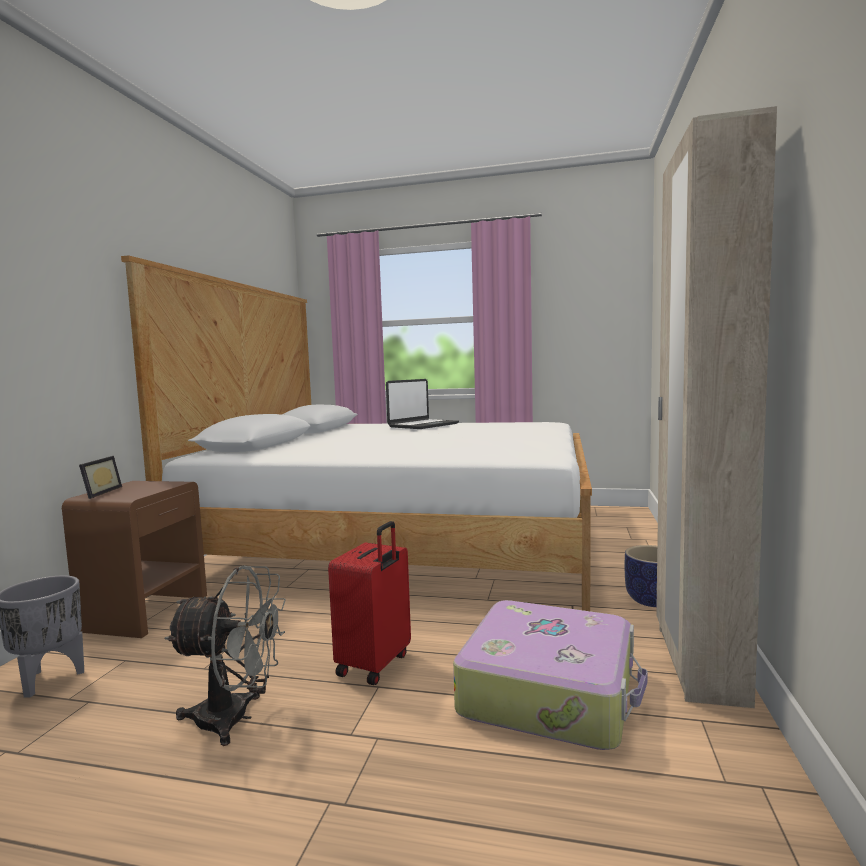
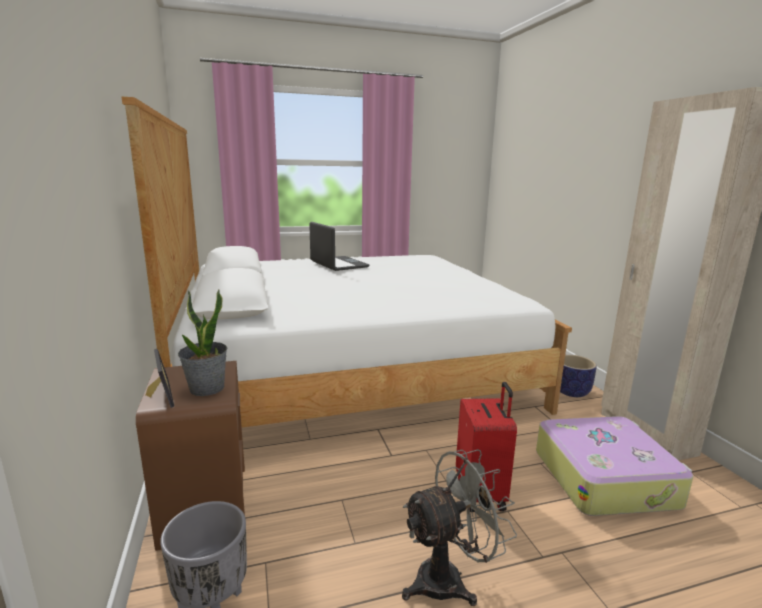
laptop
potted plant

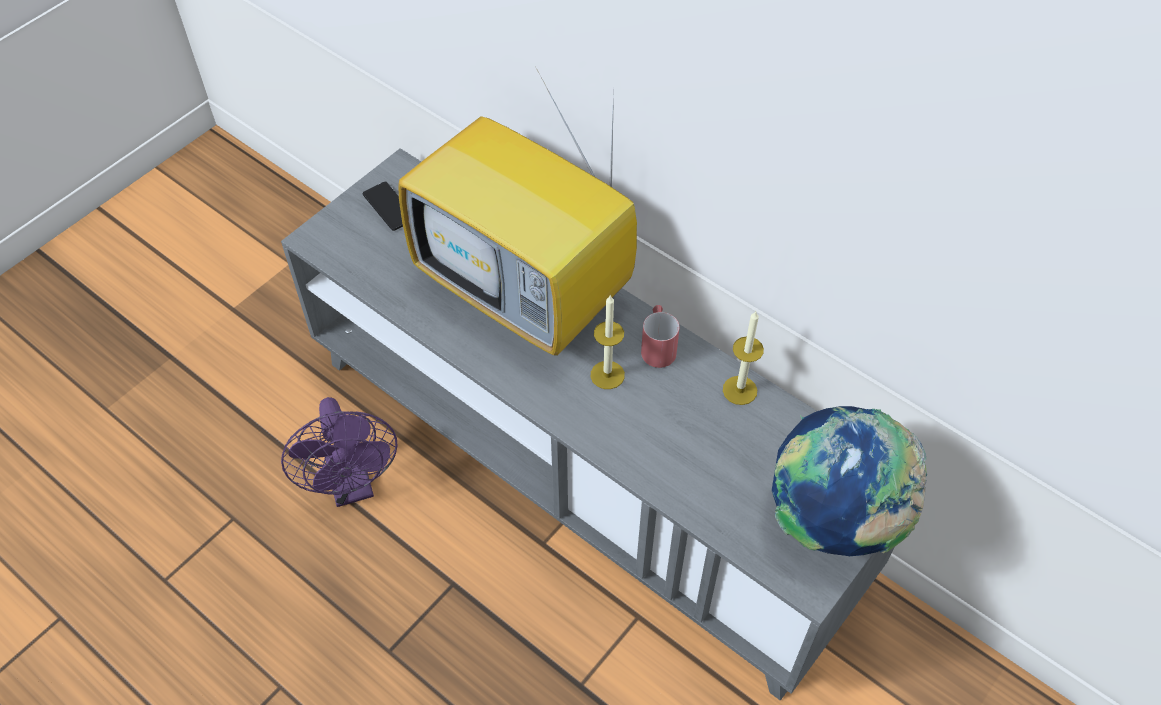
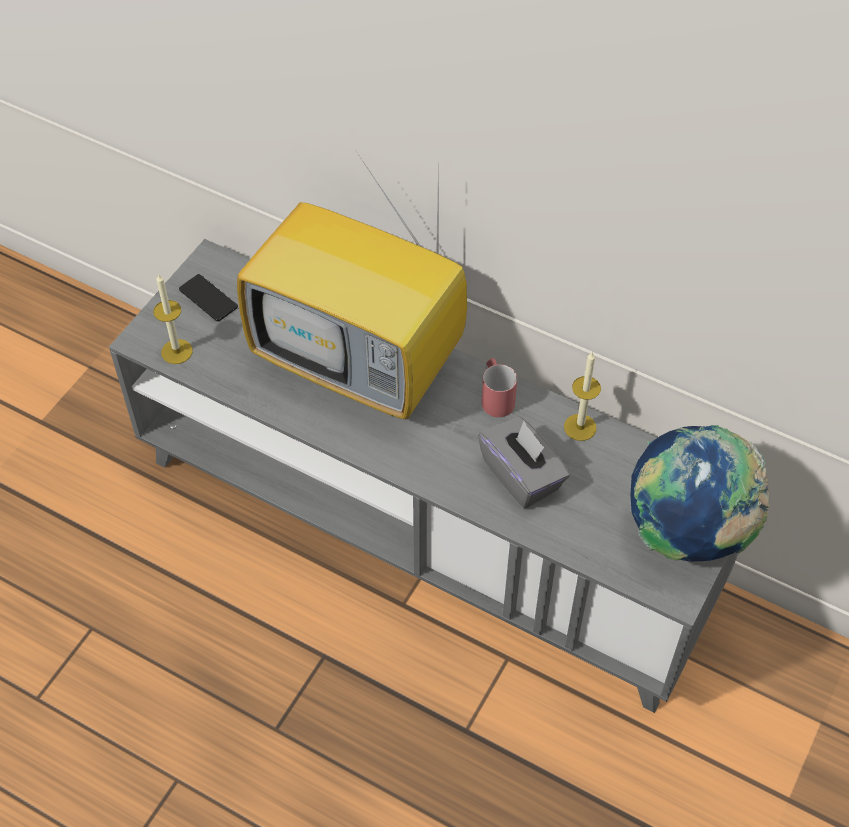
candle (no. 1 from left)
purple fan
grey tissue box

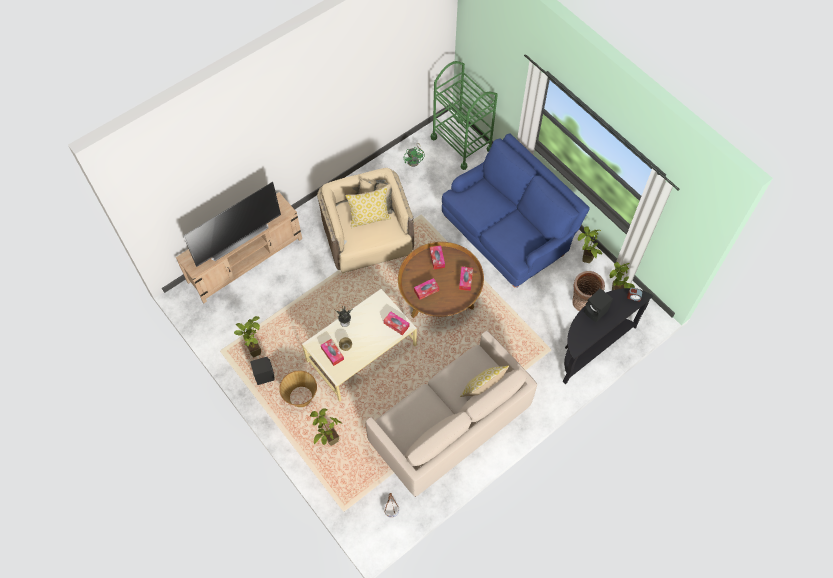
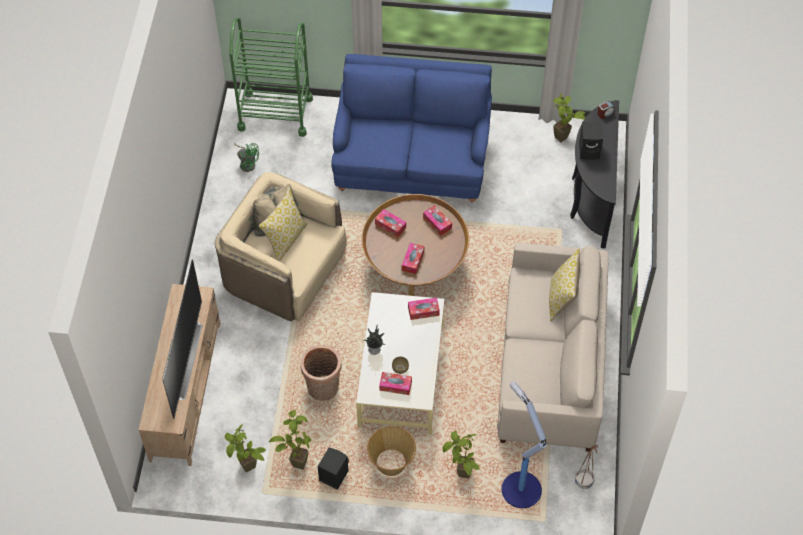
potted plant (no. 1 from left)
basket (no. 1 from left)
floor lamp

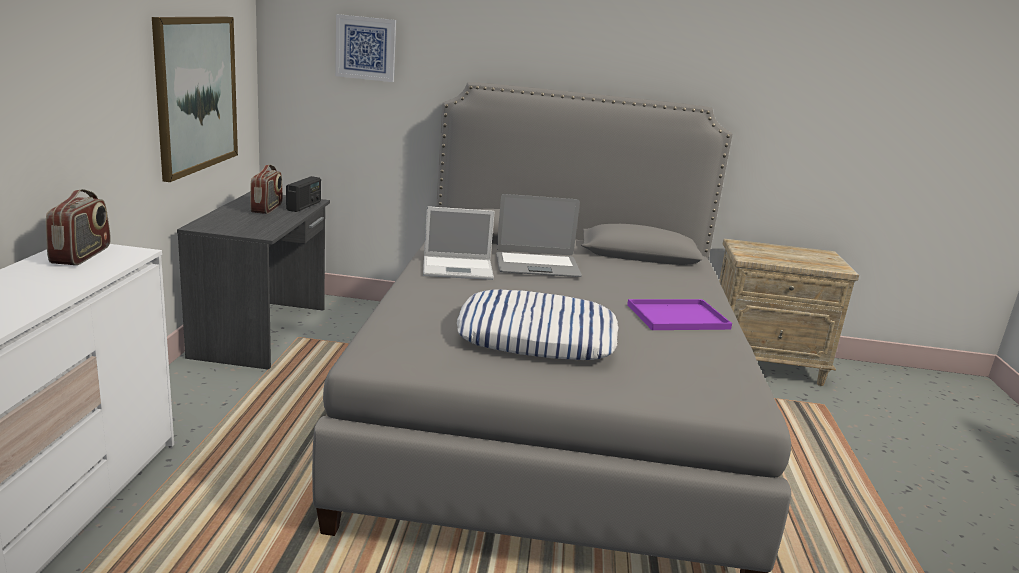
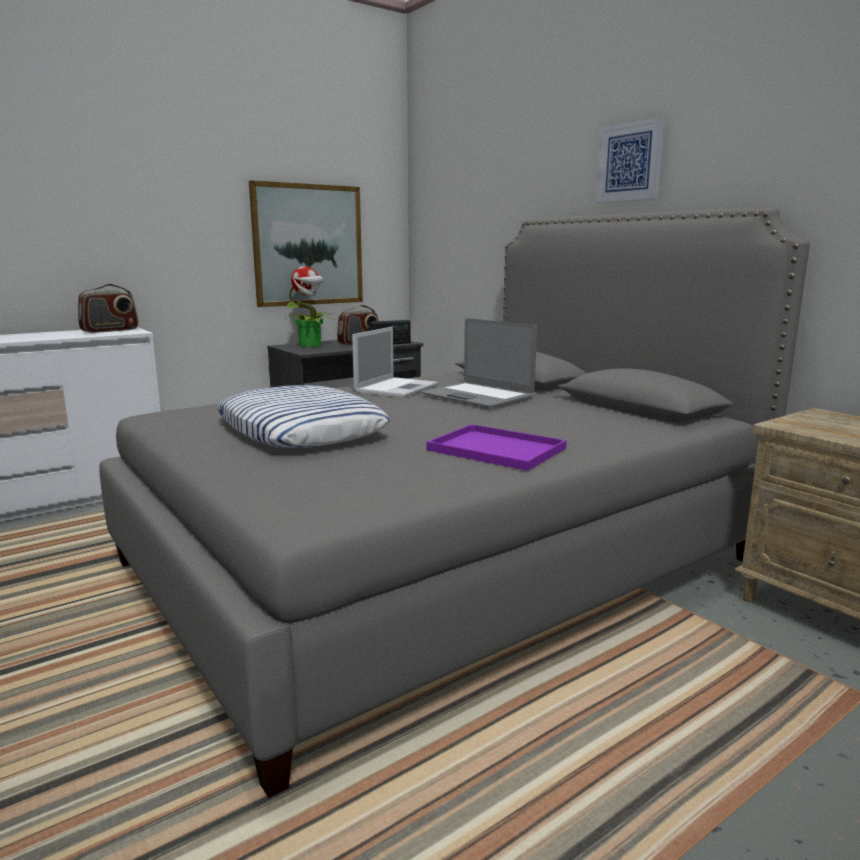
picture (no. 2 from left)
laptop (no. 1 from left)
potted plant

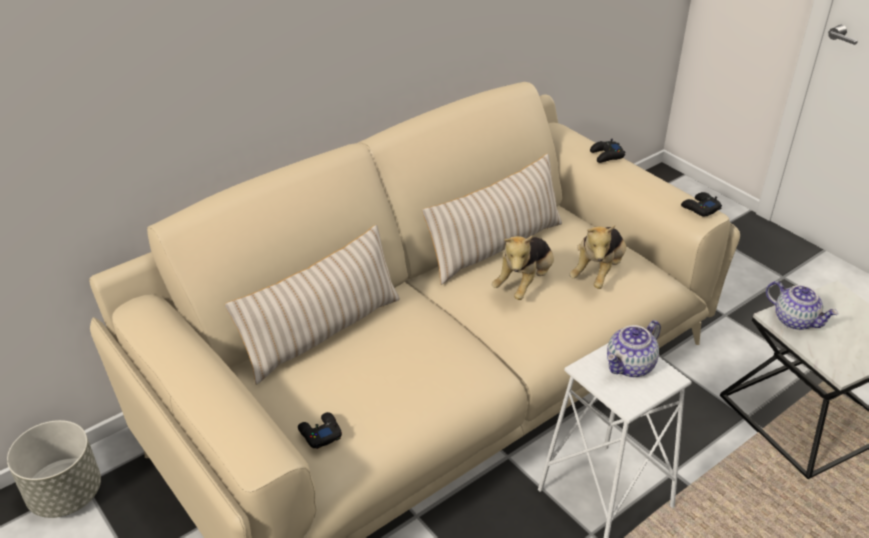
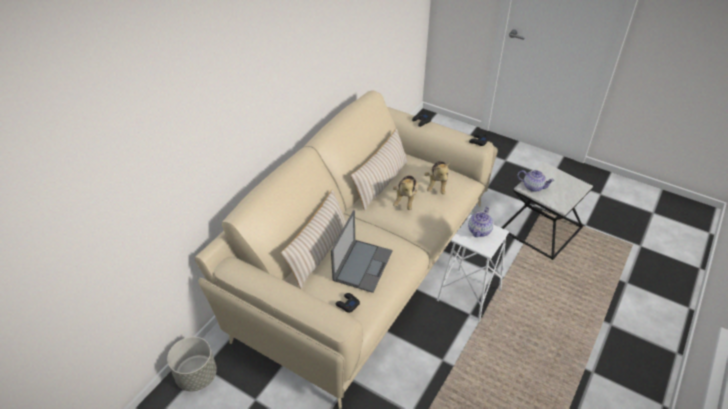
laptop

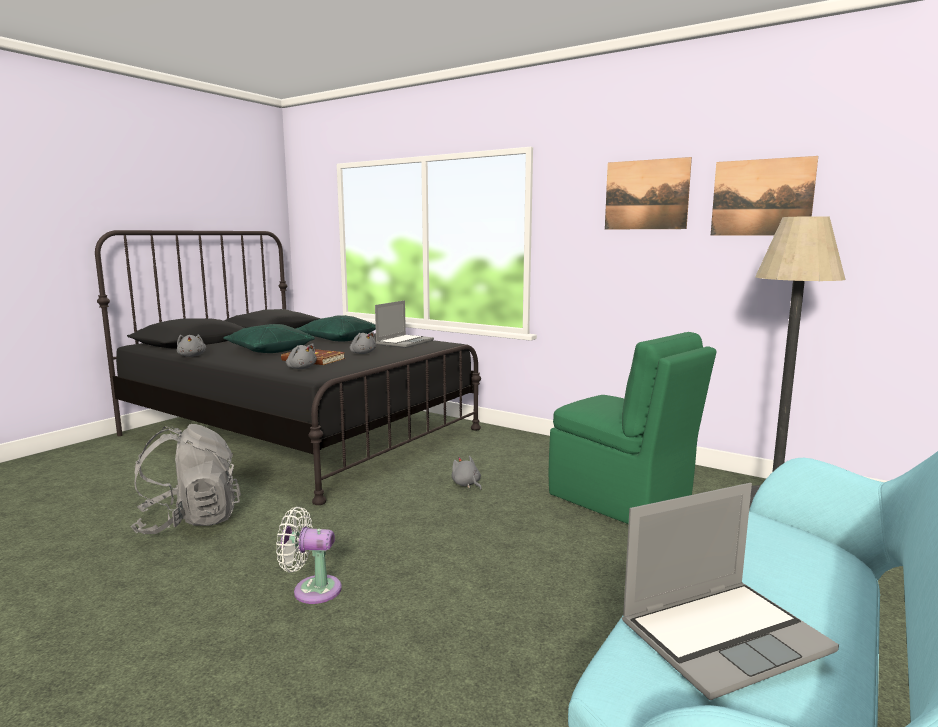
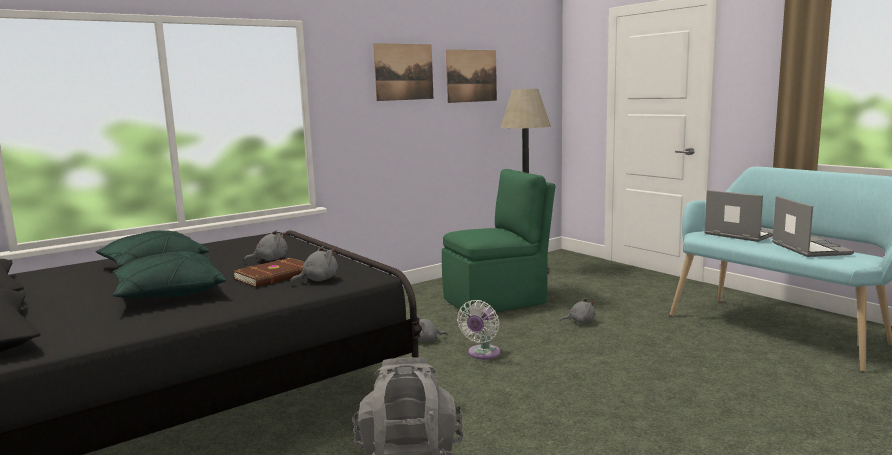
laptop (no. 1 from left)
grey plush toy (no. 4 from left)
white fan

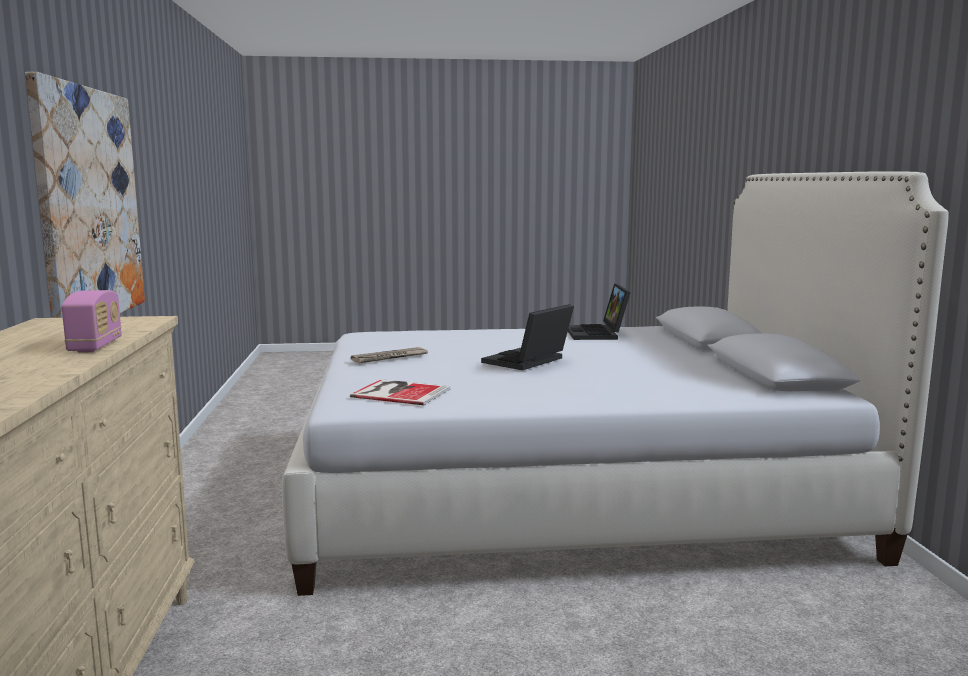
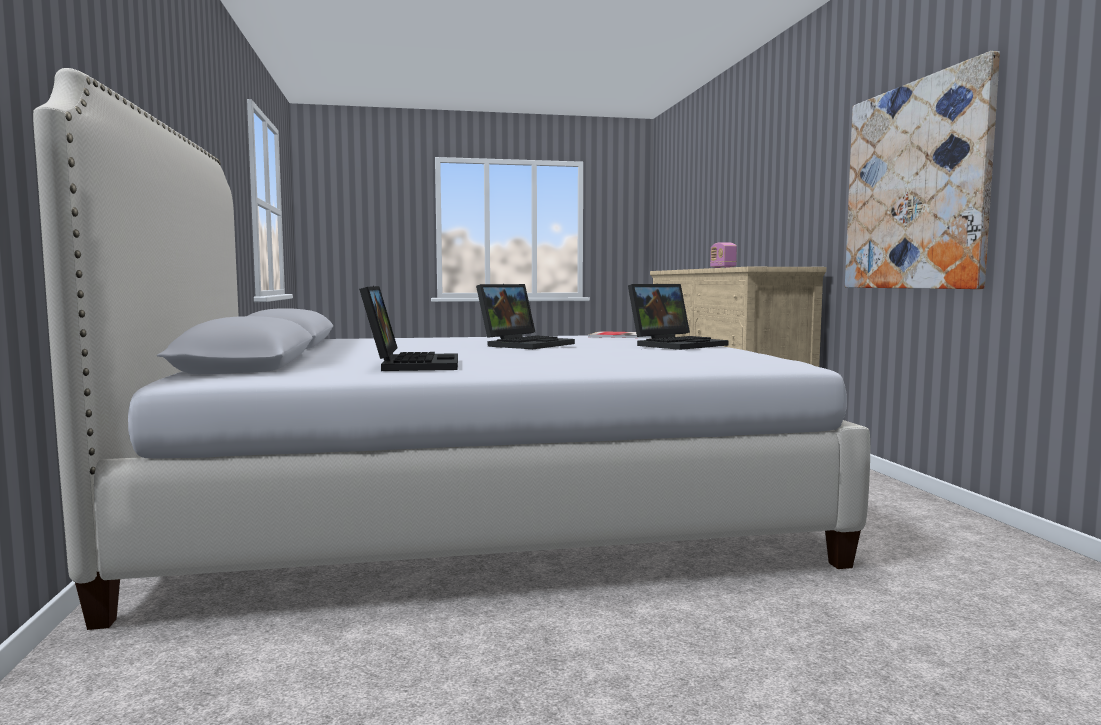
laptop (no. 3 from left)

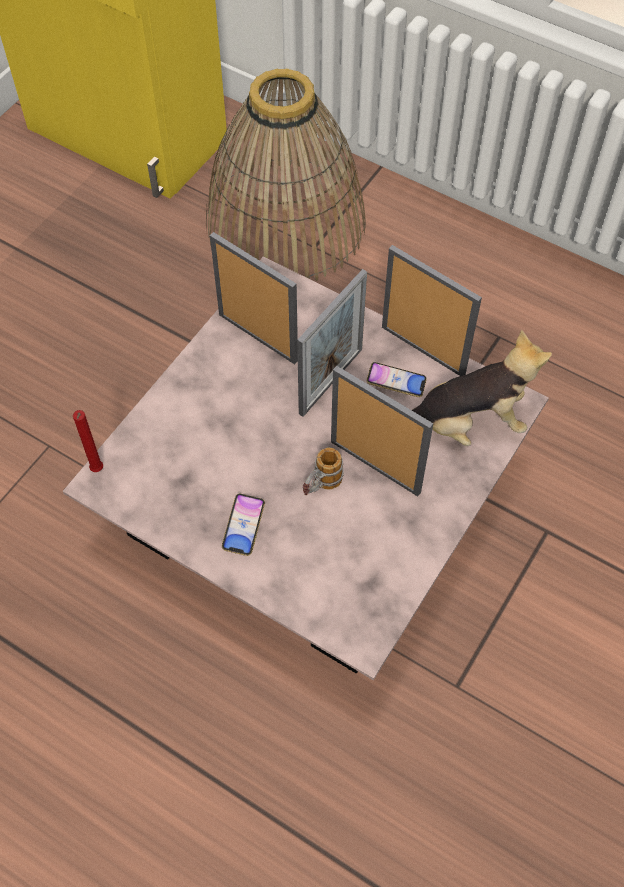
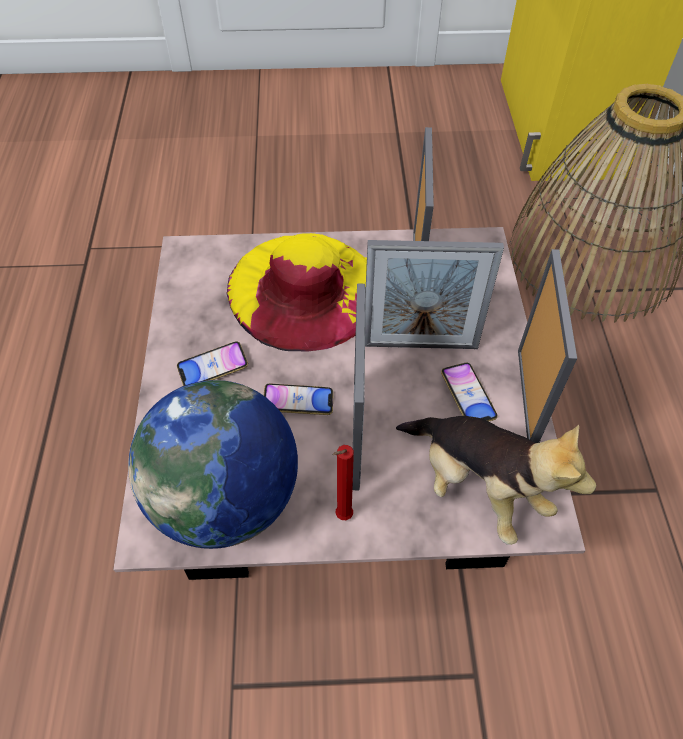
red candle
phone (no. 2 from left)
yellow hat
globe

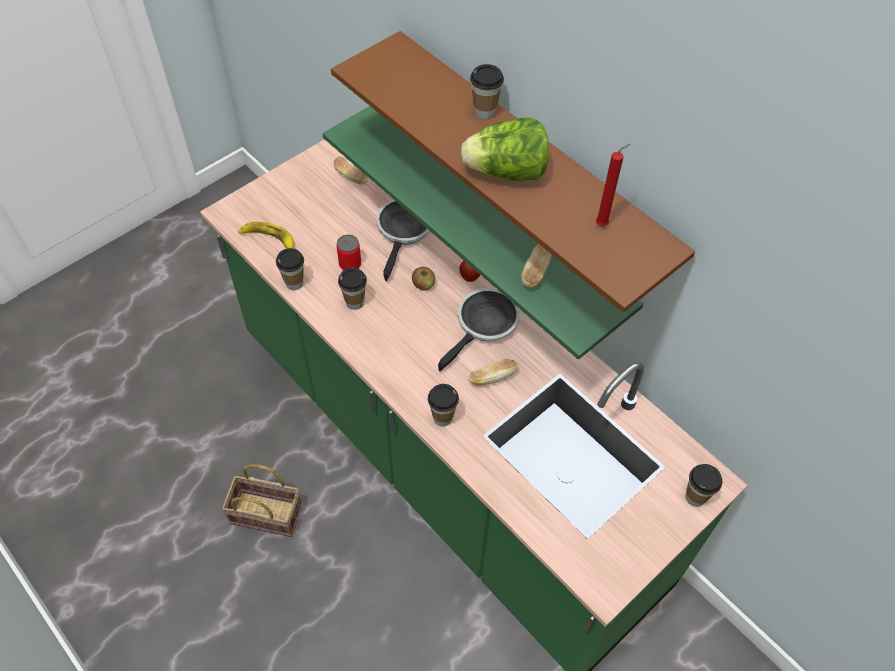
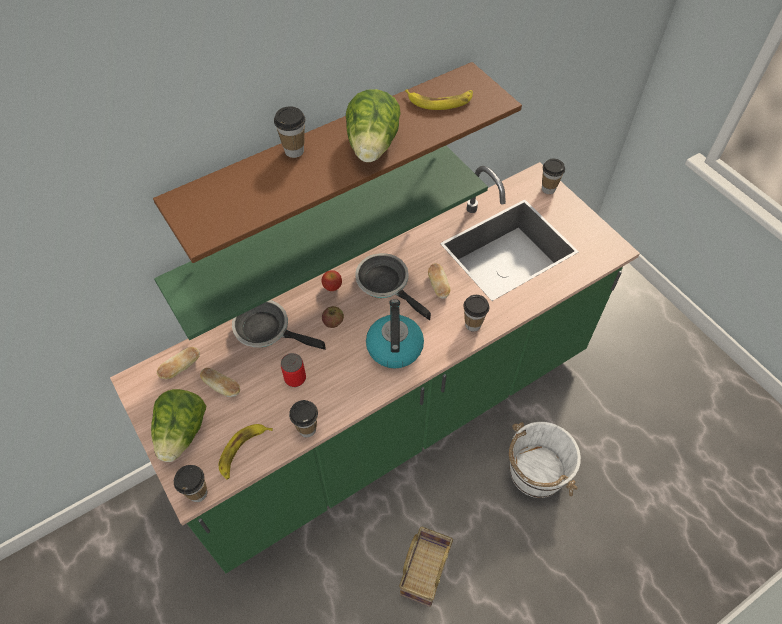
banana (no. 2 from left)
bread (no. 2 from left)
cup (no. 1 from left)
kettle
lettuce (no. 1 from left)
white bucket

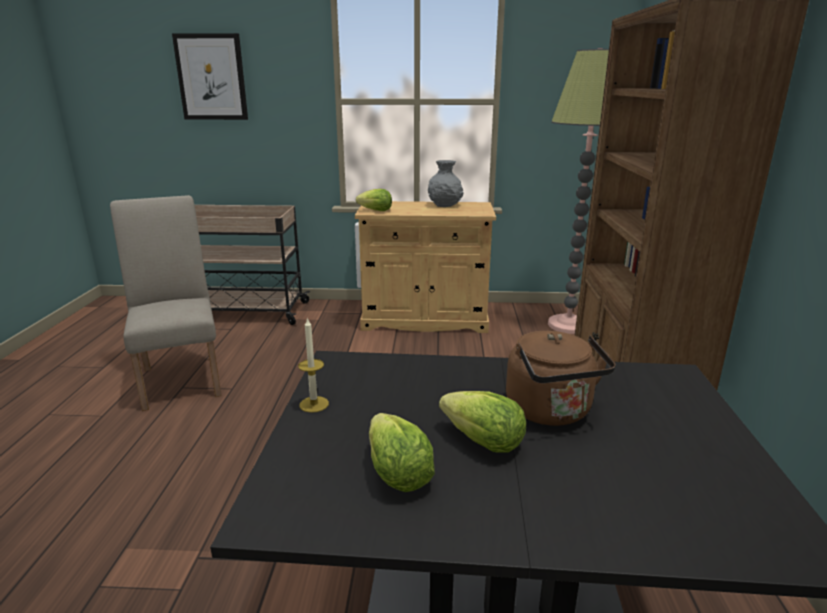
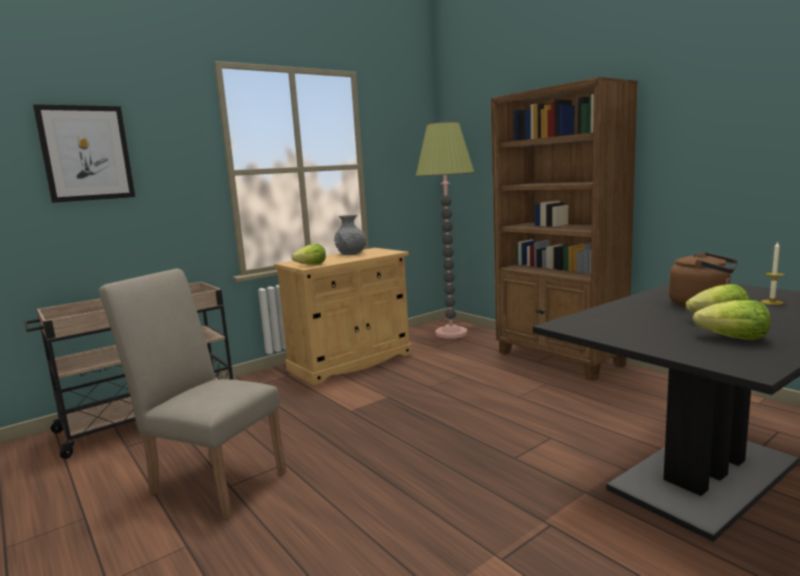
candle

